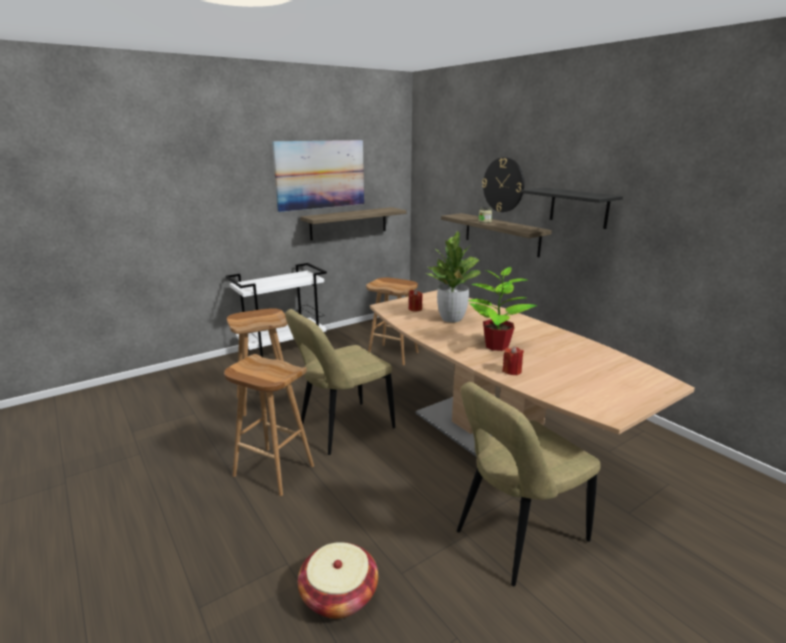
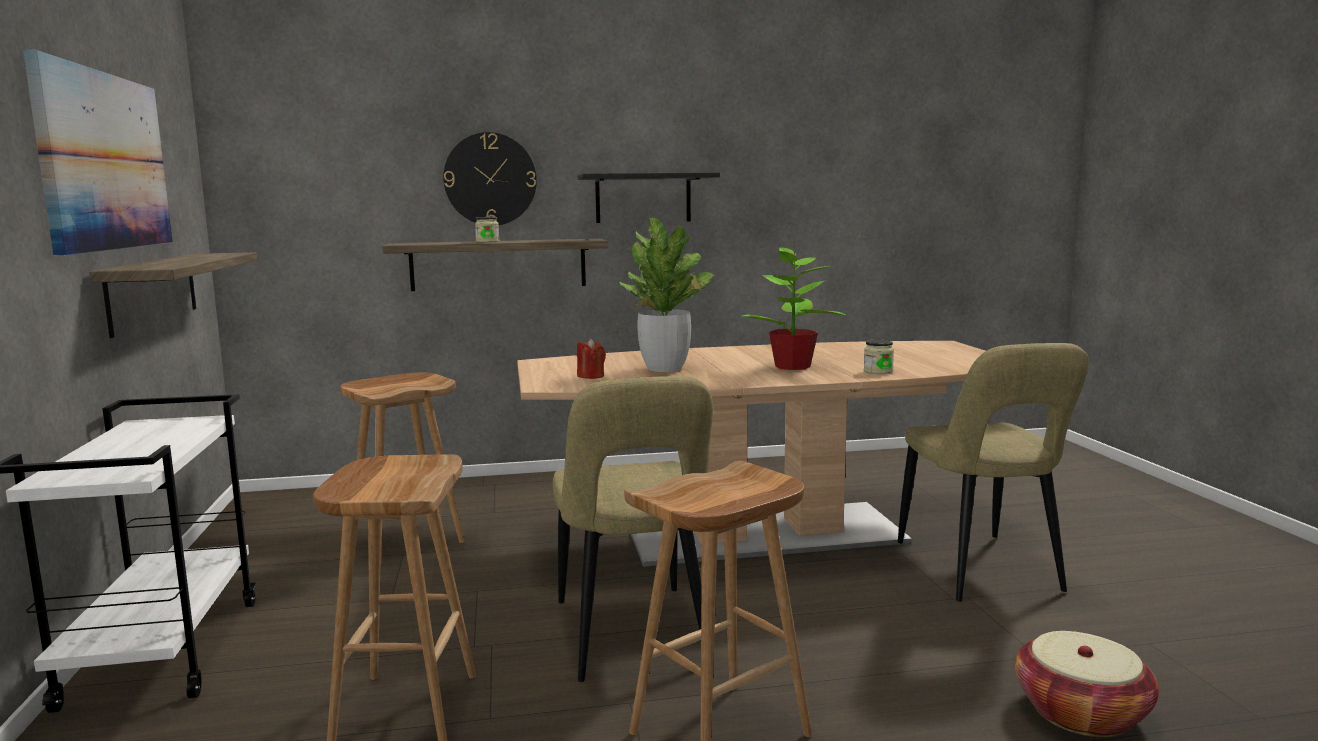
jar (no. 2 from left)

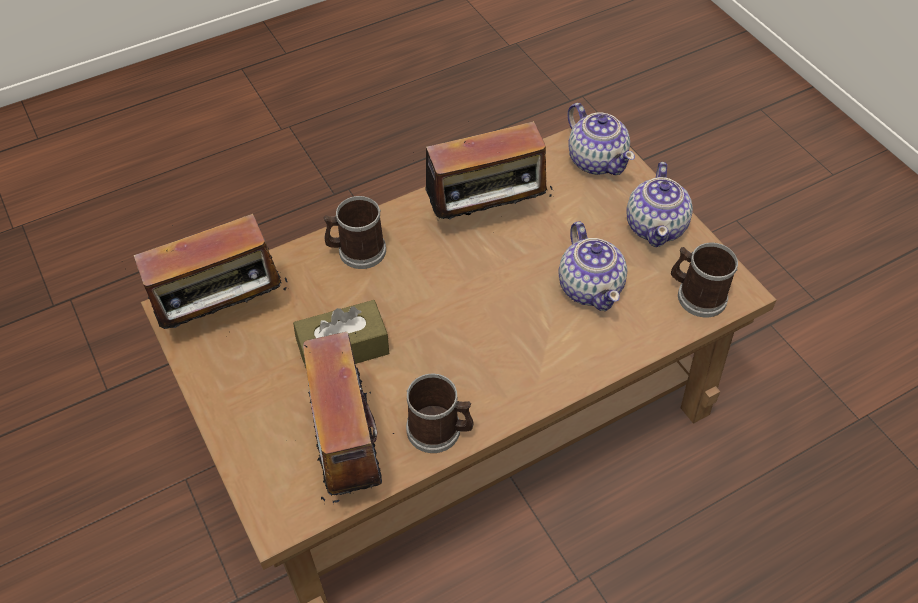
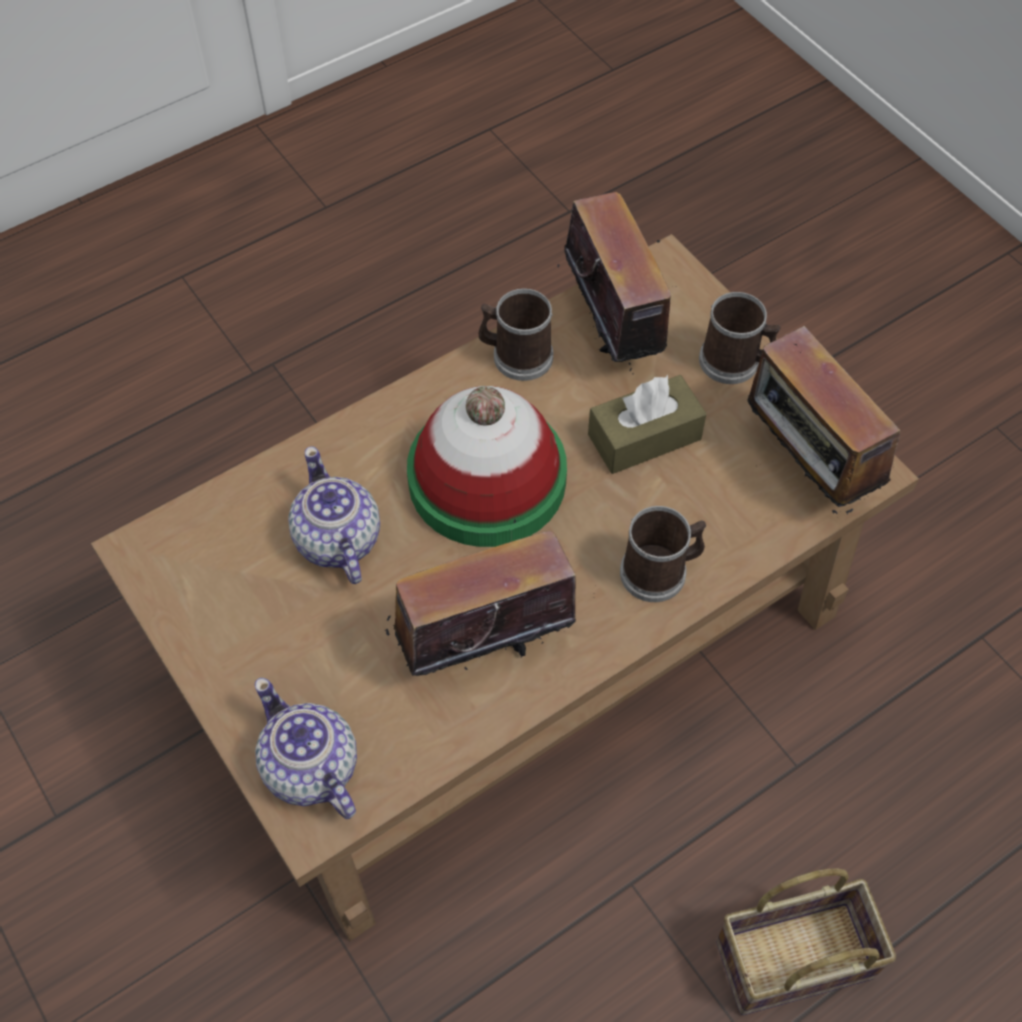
teapot (no. 3 from left in the first image)
radio (no. 3 from left)
mug (no. 3 from left)
hat
basket

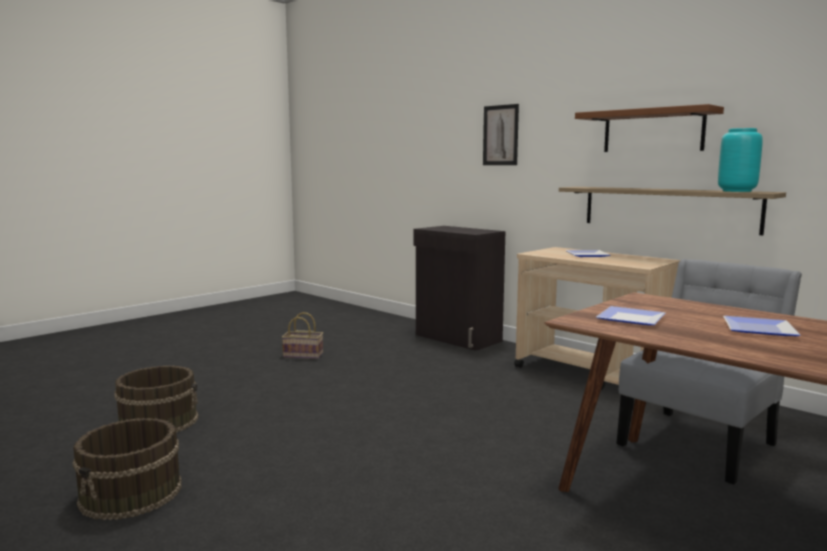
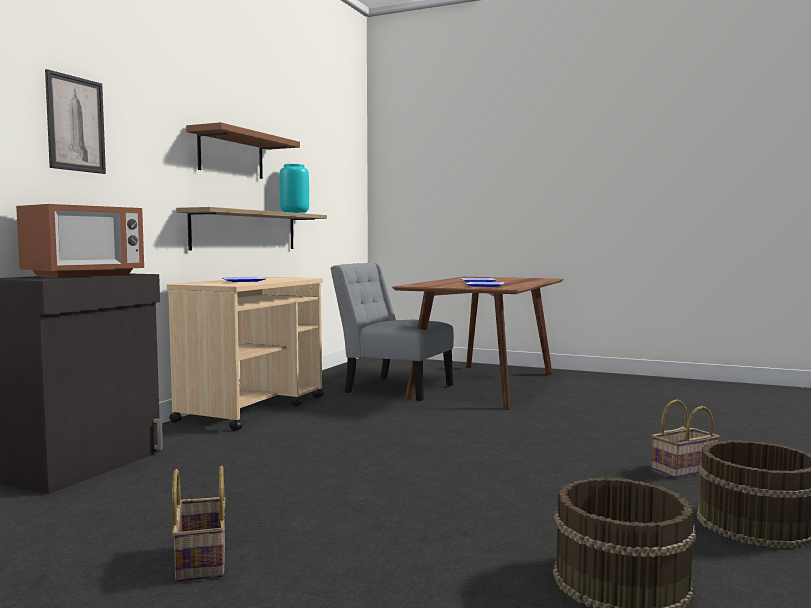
microwave
basket (no. 2 from left)

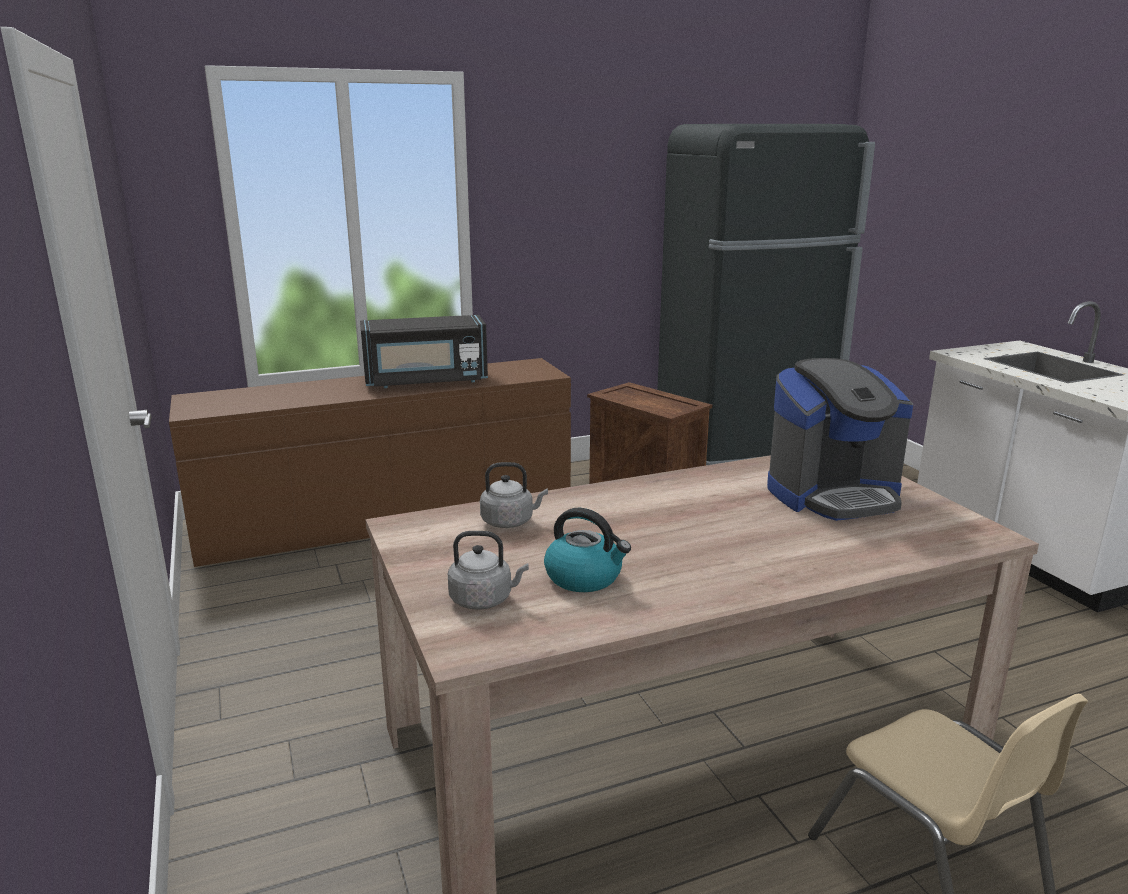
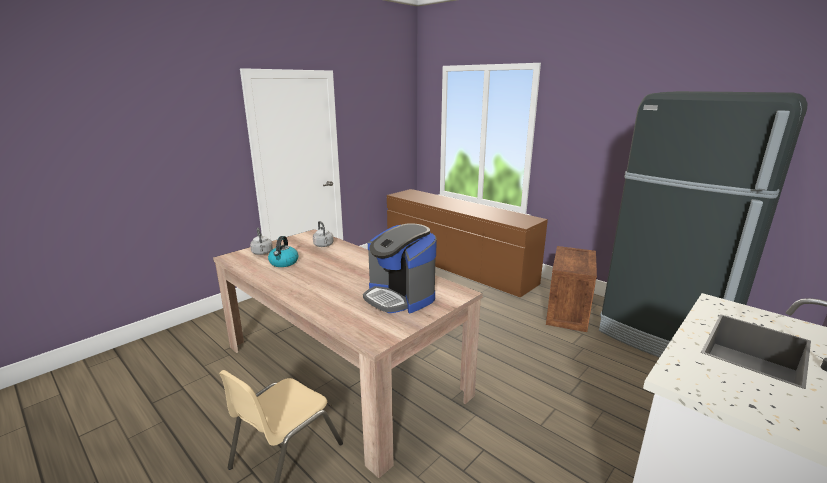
black microwave

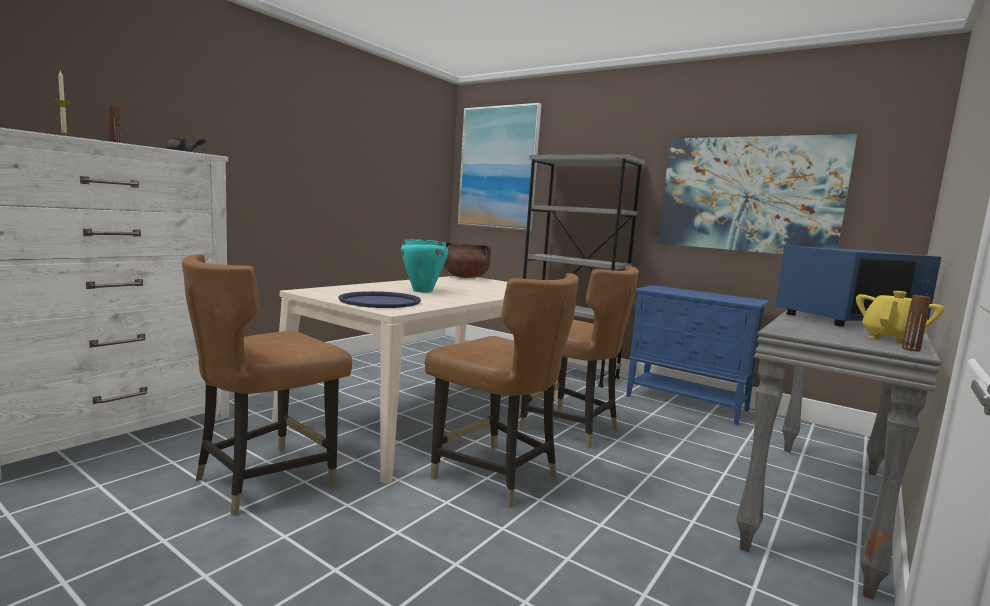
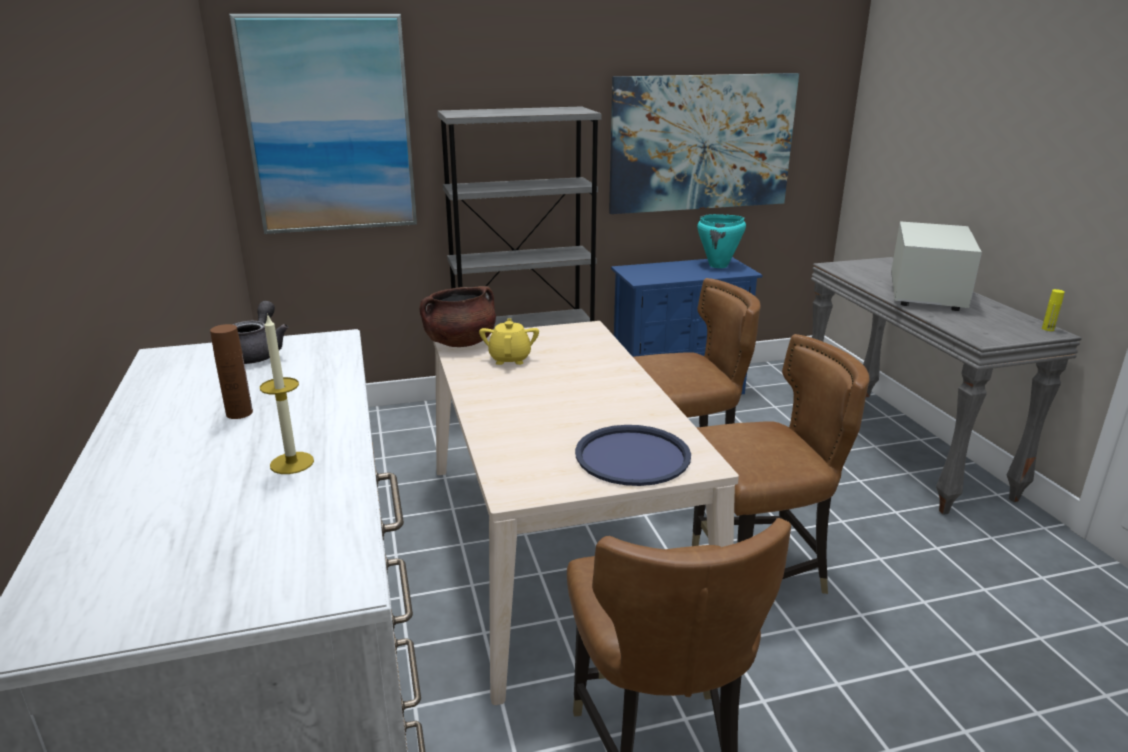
turquoise cooking pot
white microwave
yellow teapot
yellow bottle

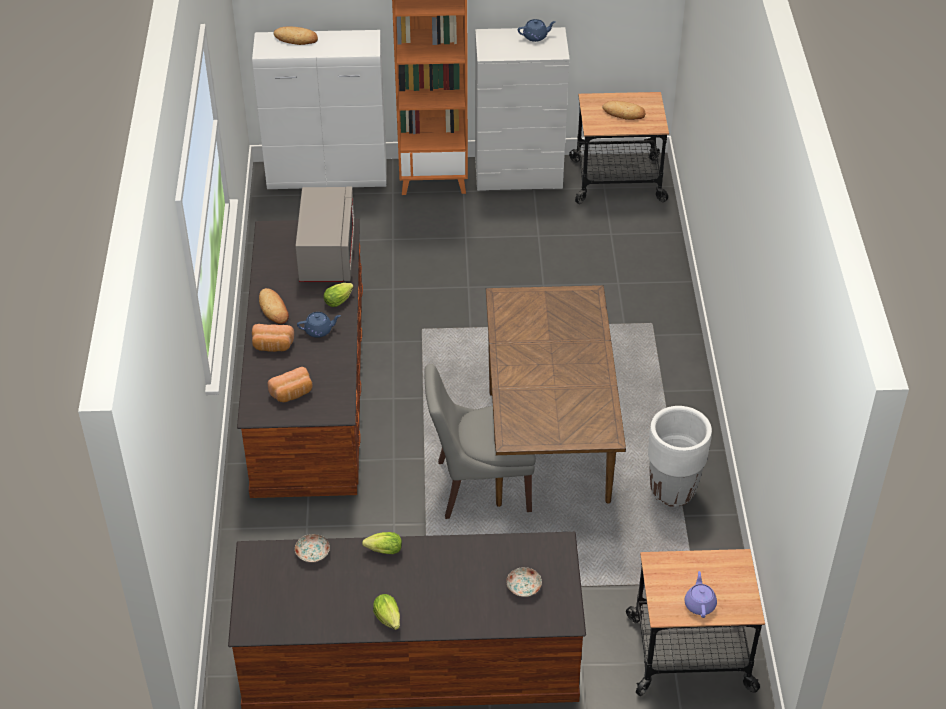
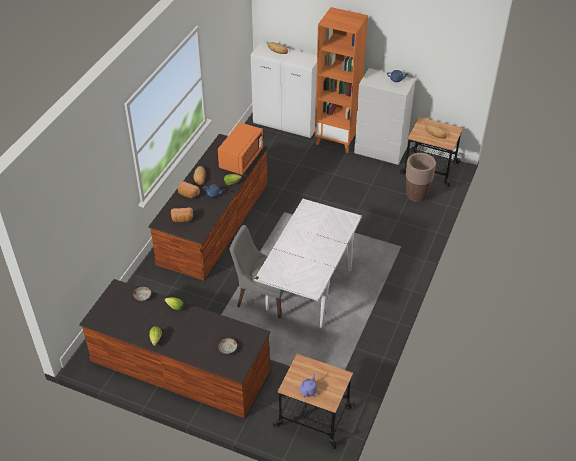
orange microwave
white dining table
white planter
brown planter

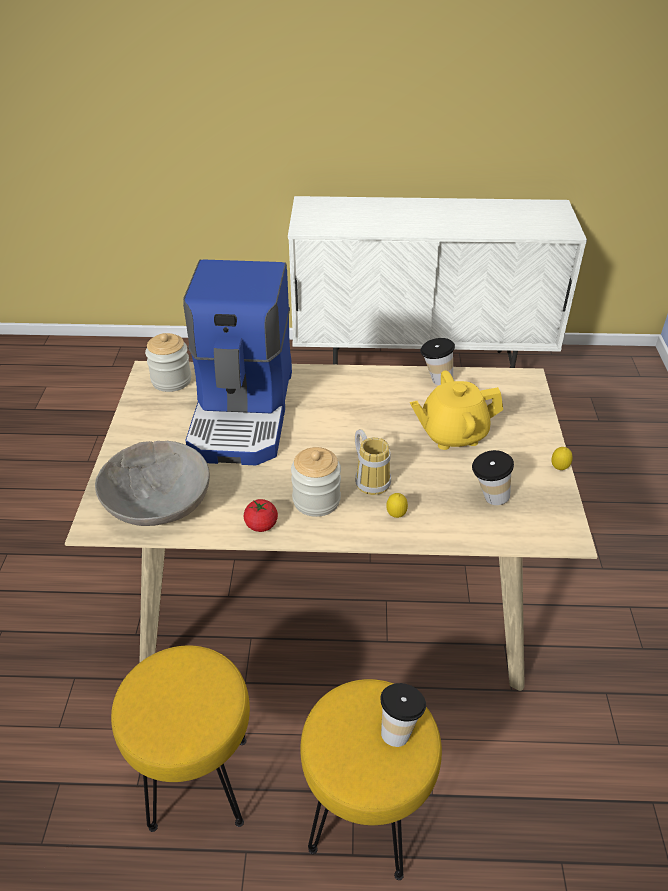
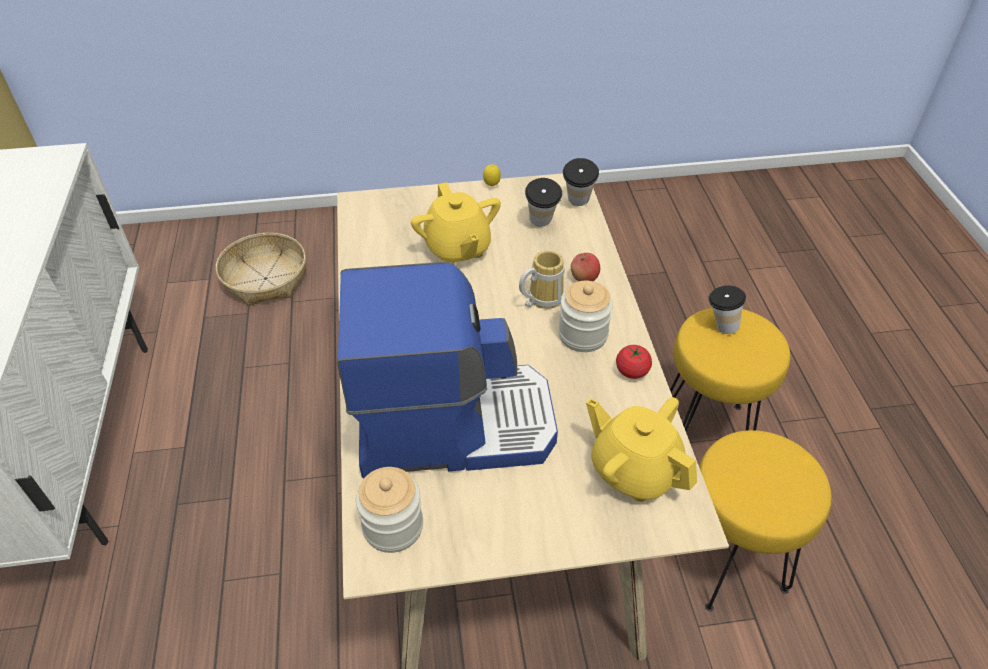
cup (no. 2 from left)
yellow teapot (no. 2 from left)
apple
basket

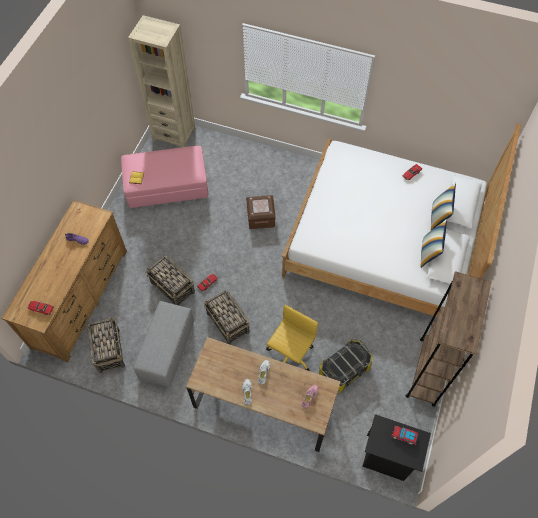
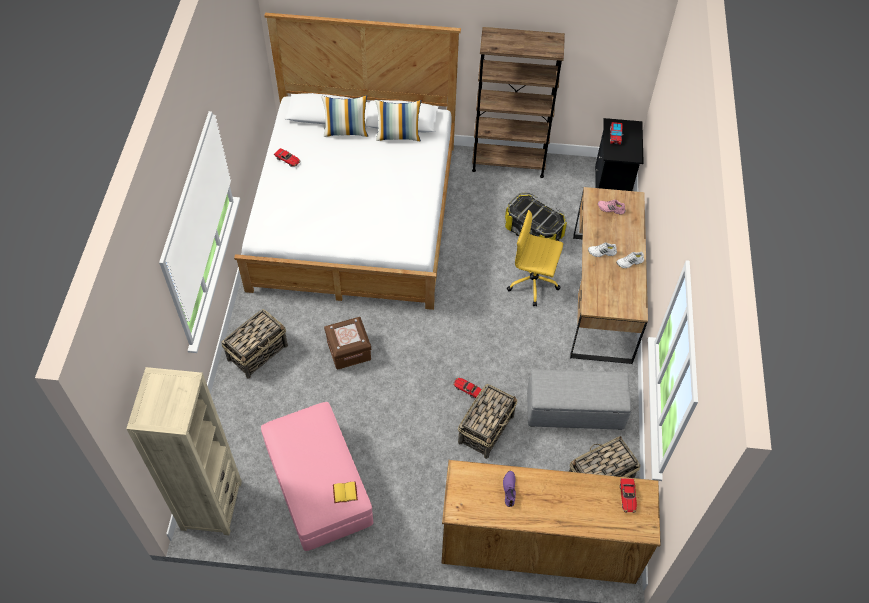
basket (no. 1 from left)

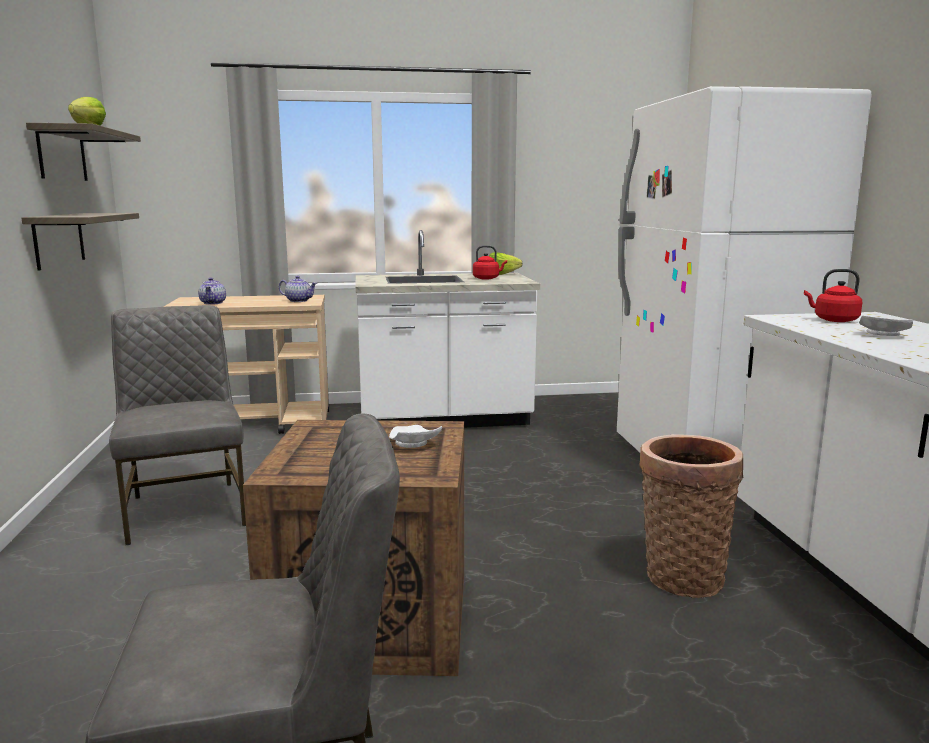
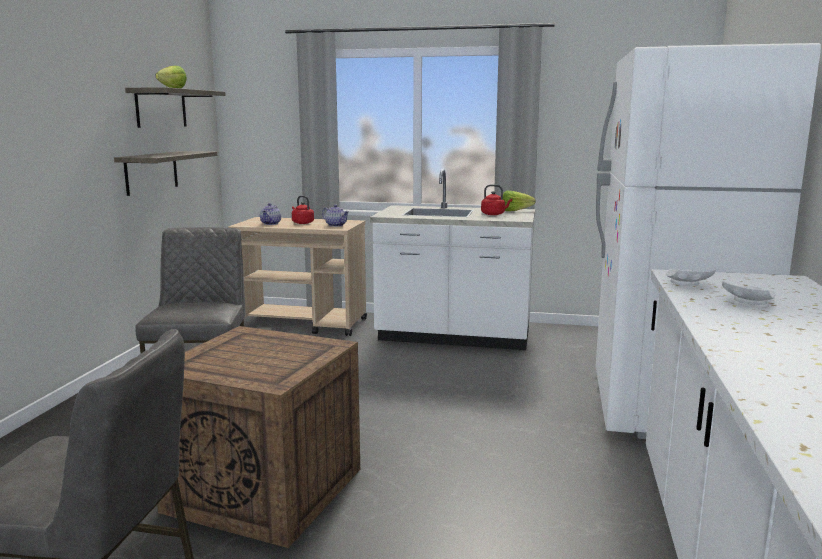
red kettle (no. 1 from left)
white plate (no. 1 from left)
basket

